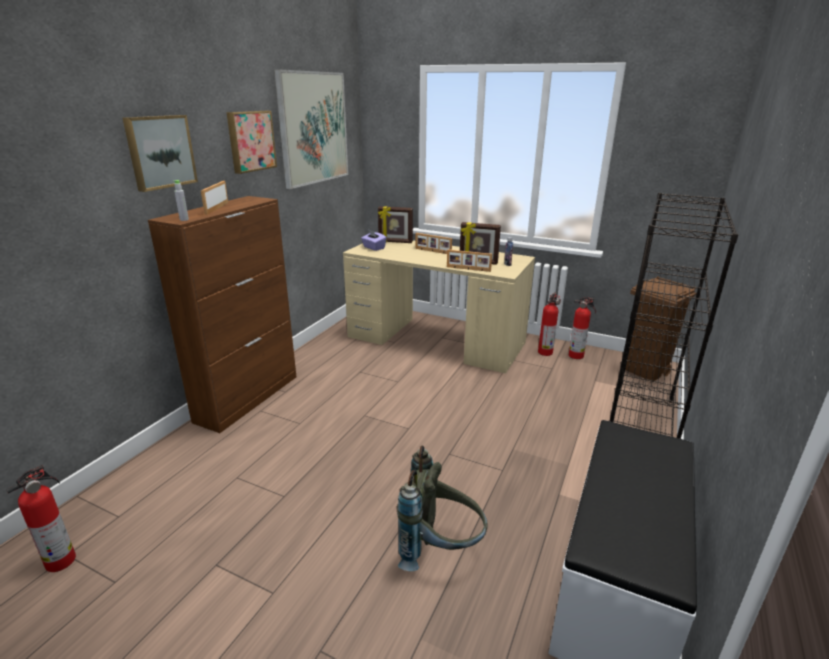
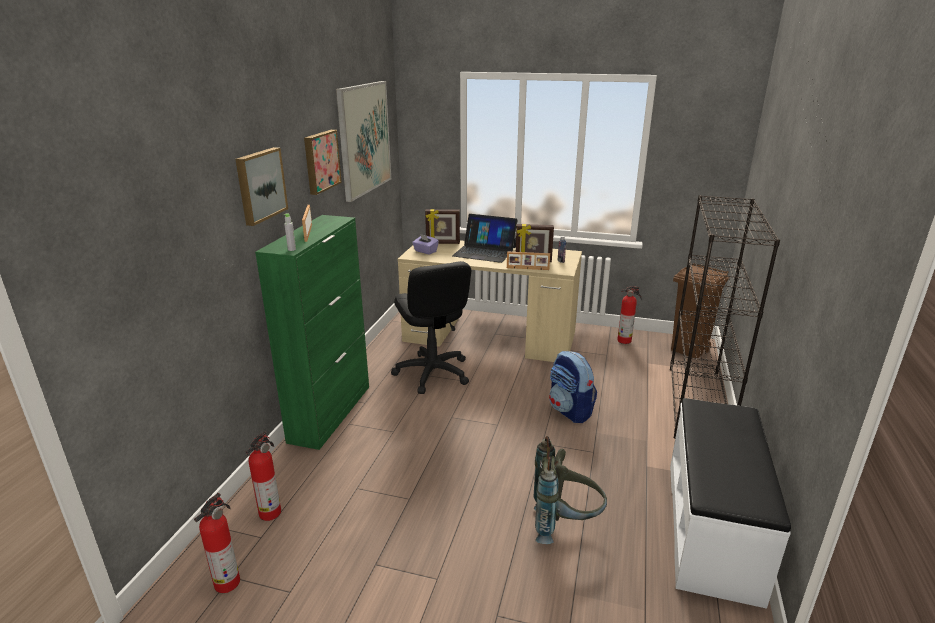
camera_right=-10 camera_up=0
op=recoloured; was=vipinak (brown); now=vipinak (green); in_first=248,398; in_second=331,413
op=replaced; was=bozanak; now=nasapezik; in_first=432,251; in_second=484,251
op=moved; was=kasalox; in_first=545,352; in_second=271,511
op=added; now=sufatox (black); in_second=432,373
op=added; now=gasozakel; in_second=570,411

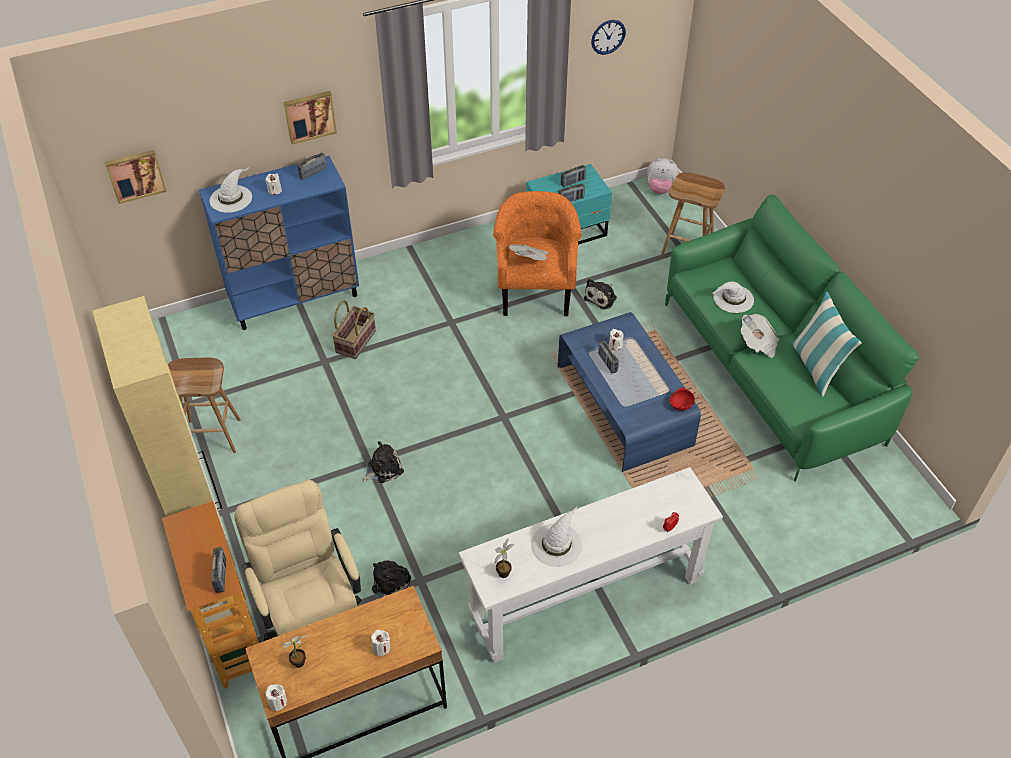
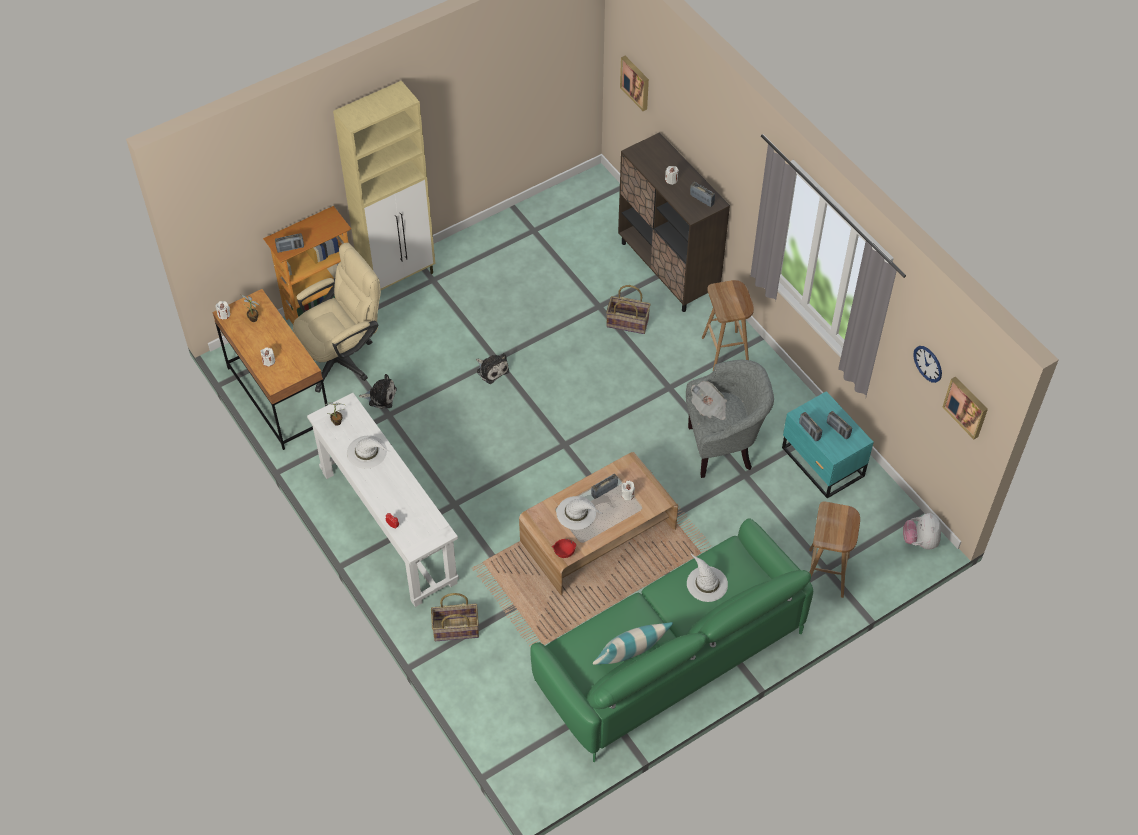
camera_right=80 camera_up=5
op=moved; was=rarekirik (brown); in_first=213,436; in_second=726,351
op=recoloured; was=vipinak (blue); now=vipinak (brown); in_first=295,298; in_second=668,269
op=moved; was=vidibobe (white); in_first=231,198; in_second=577,513
op=moved; was=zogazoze; in_first=309,116; in_second=966,406
op=recoloured; was=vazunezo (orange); now=vazunezo (grey); in_first=535,294; in_second=724,447
op=recoloured; was=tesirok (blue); now=tesirok (brown); in_first=624,405; in_second=598,535
op=removed; was=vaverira; in_first=601,297
op=removed; was=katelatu; in_first=758,343
op=added; now=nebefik; in_second=455,630

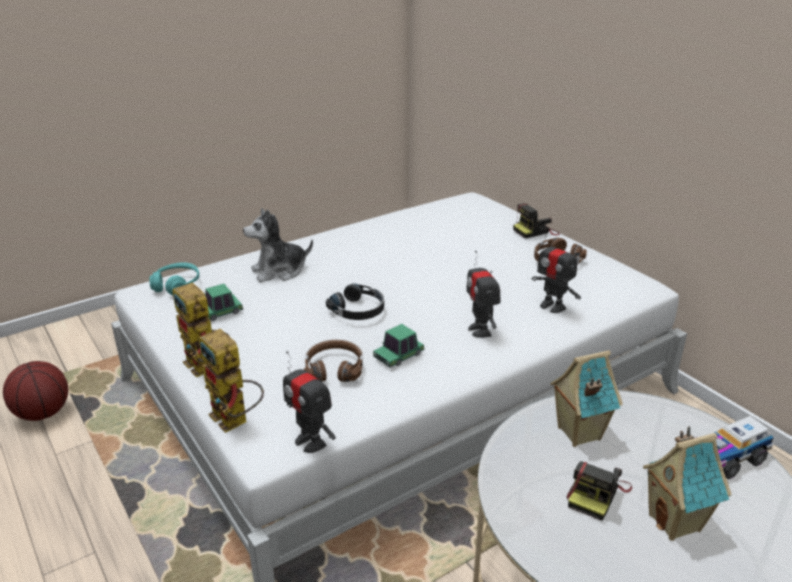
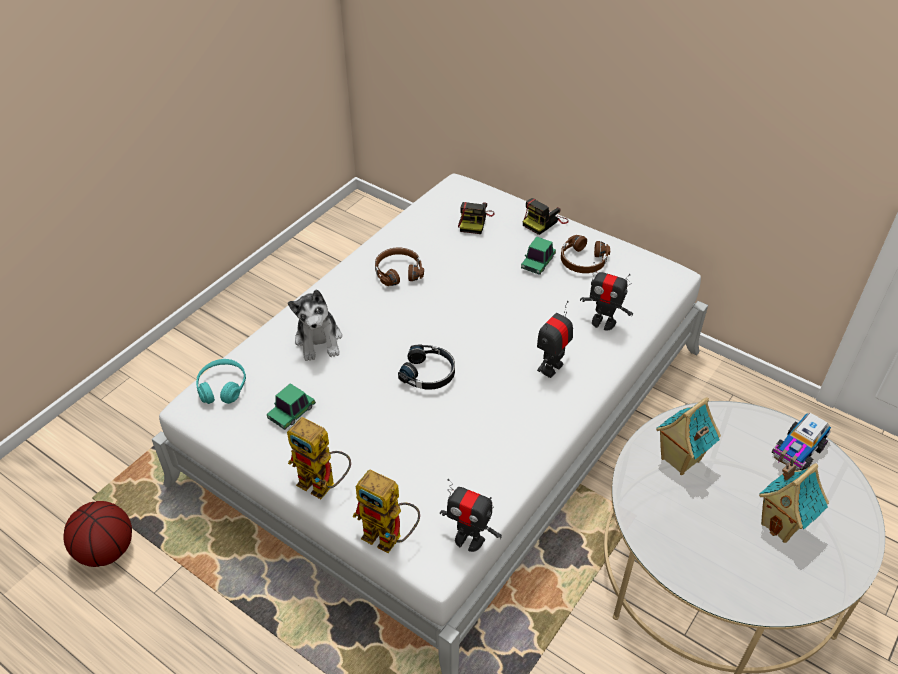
camera_right=-20 camera_up=15
op=turned; was=vaverira; in_first=279,271; in_second=319,340; clockwise=-60
op=moved; was=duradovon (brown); in_first=334,368; in_second=398,271
op=moved; was=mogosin; in_first=399,356; in_second=538,262
op=turned; was=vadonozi; in_first=480,330; in_second=551,368; clockwise=75
op=moved; was=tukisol; in_first=596,494; in_second=474,221

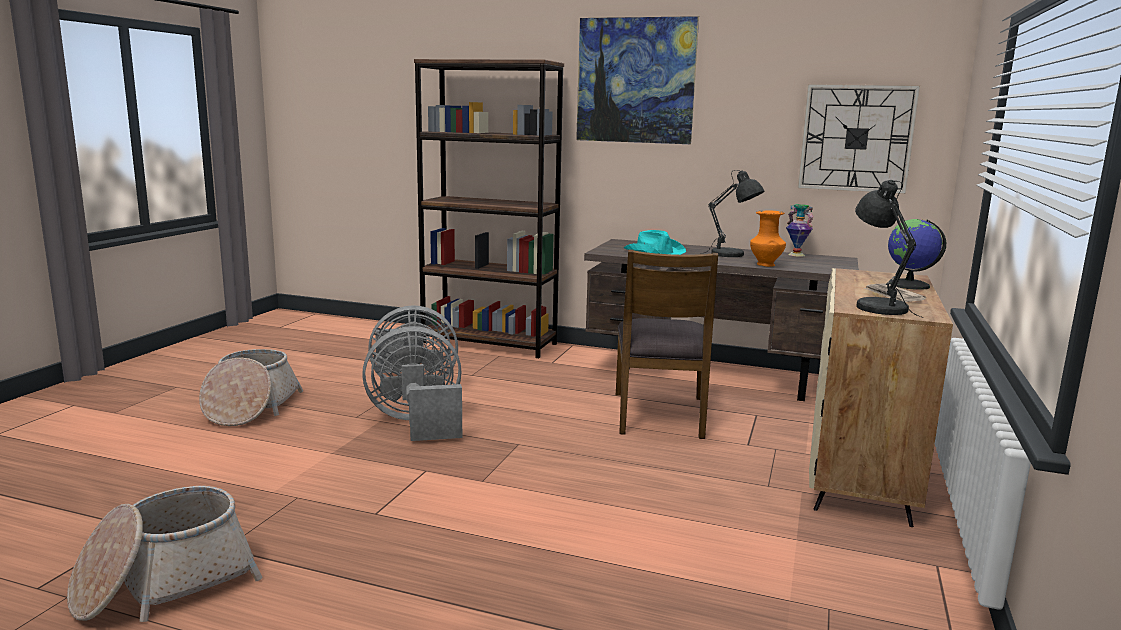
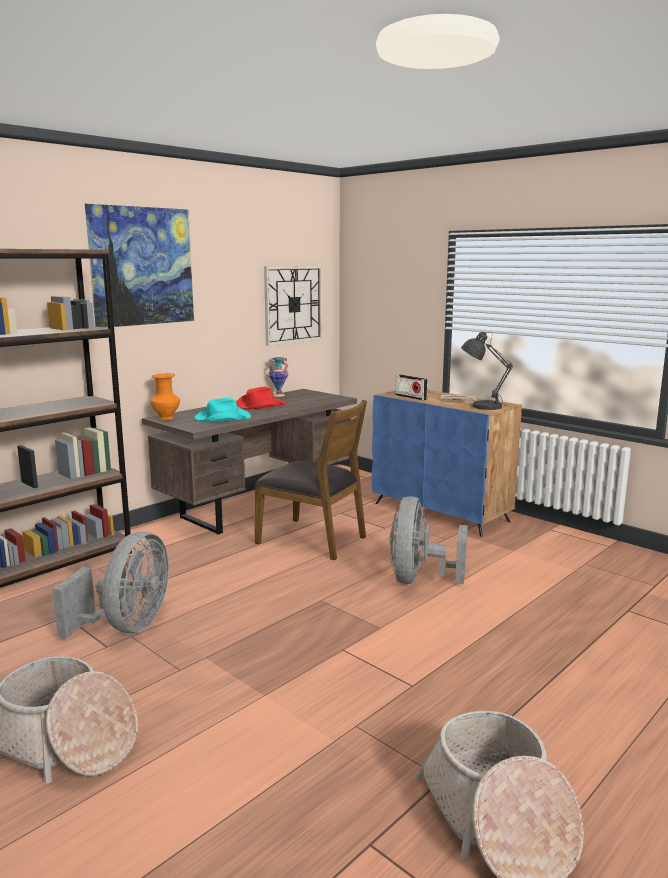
camera_right=-65 camera_up=0
op=moved; was=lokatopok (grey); in_first=417,423; in_second=419,579
op=replaced; was=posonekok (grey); now=vidibobe (red); in_first=731,255; in_second=259,405
op=moved; was=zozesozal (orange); in_first=766,265; in_second=166,418
op=recoloured; was=vipinak (beige); now=vipinak (blue); in_first=861,471; in_second=441,512
op=removed; was=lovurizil; in_first=909,285
op=added; now=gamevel; in_second=410,397

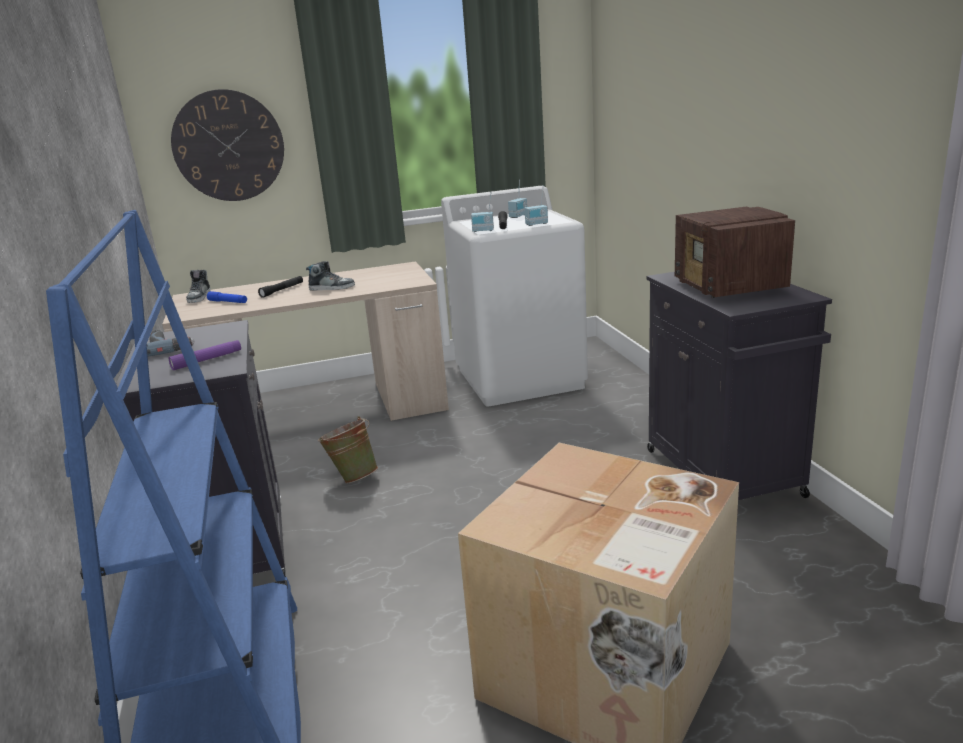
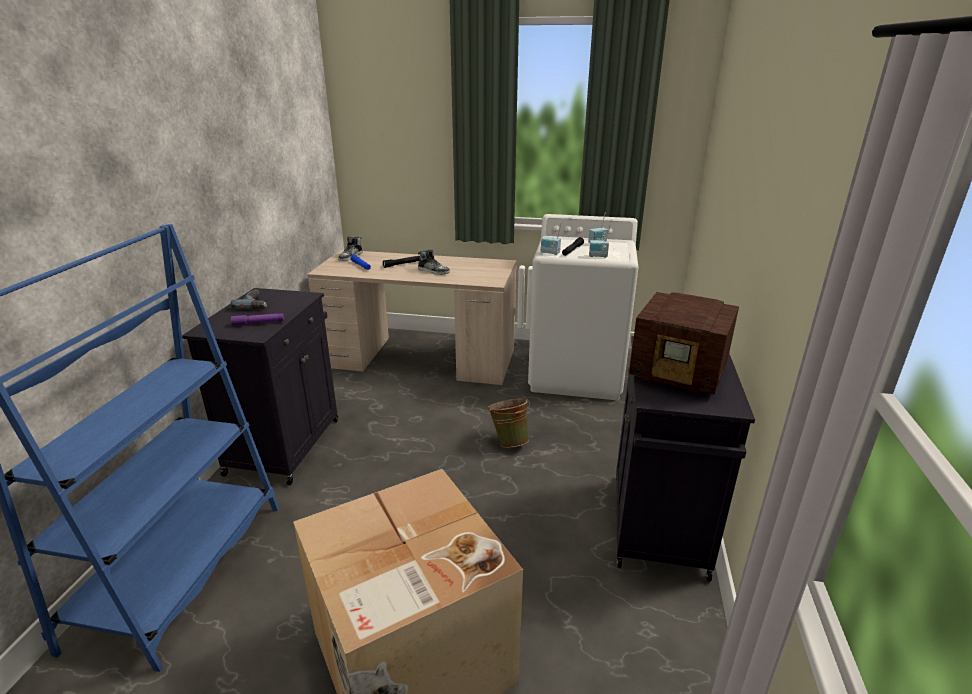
camera_right=25 camera_up=5
op=removed; was=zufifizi; in_first=228,146
op=moved; was=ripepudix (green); in_first=352,477; in_second=509,441
op=turned; was=gamevel; in_first=729,288; in_second=680,373; clockwise=-75

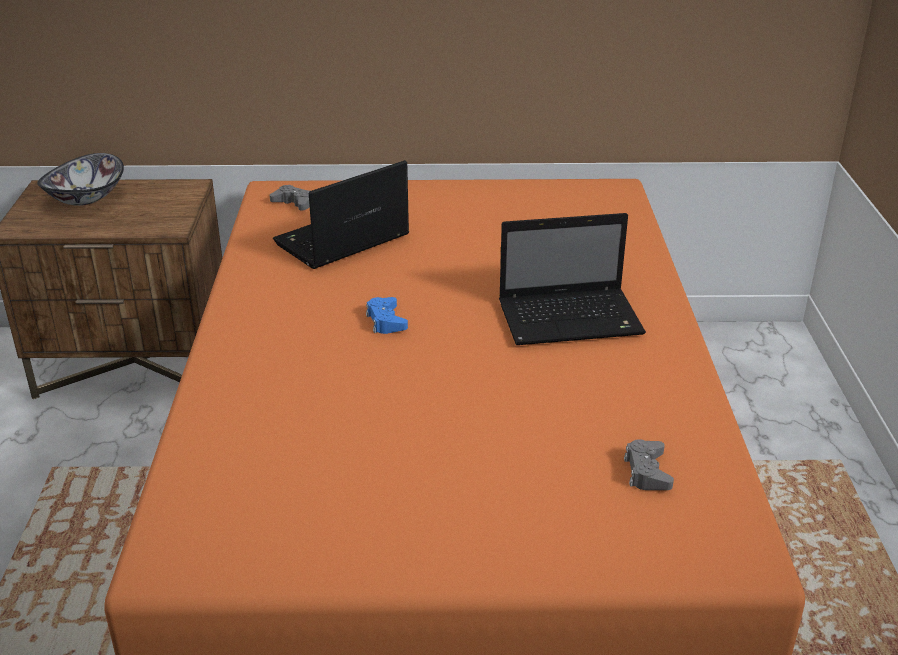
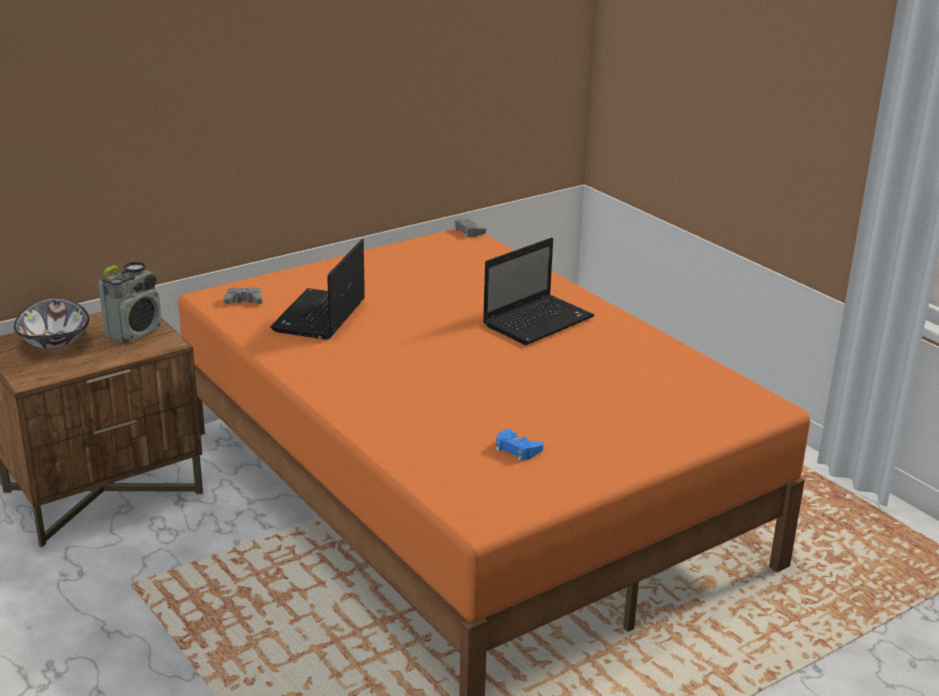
camera_right=-35 camera_up=-5
op=moved; was=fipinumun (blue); in_first=386,321; in_second=517,449
op=moved; was=fipinumun (grey); in_first=647,471; in_second=469,231
op=added; now=gamevel; in_second=134,332

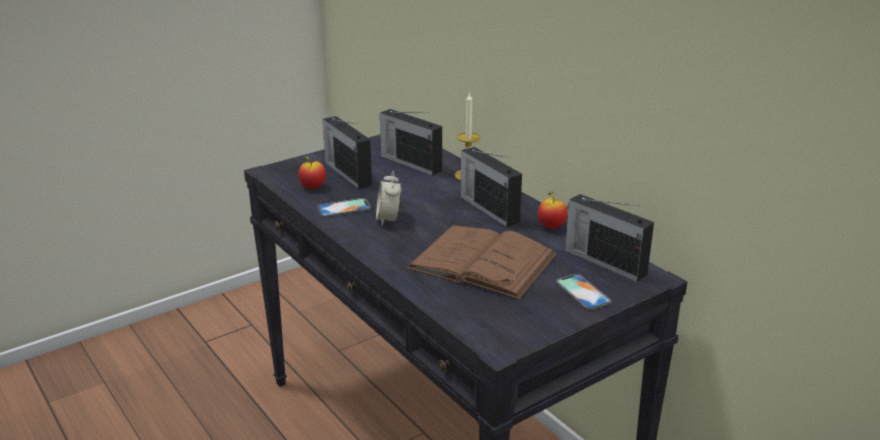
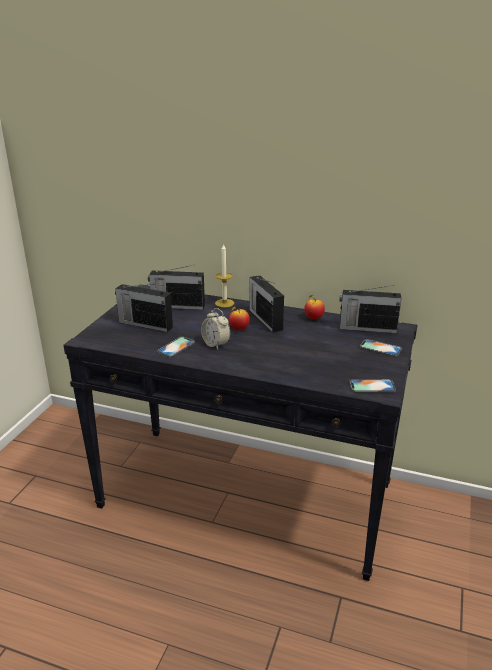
camera_right=-35 camera_up=0
op=moved; was=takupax; in_first=313,187; in_second=239,329
op=removed; was=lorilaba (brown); in_first=482,261
op=turned; was=gamevel; in_first=488,208; in_second=265,319; clockwise=45
op=added; now=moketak; in_second=372,386

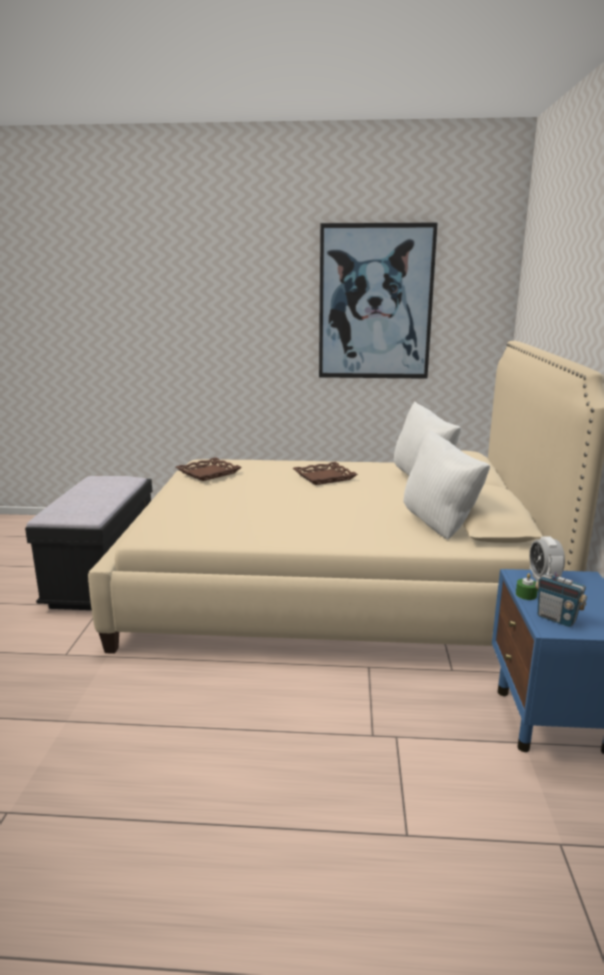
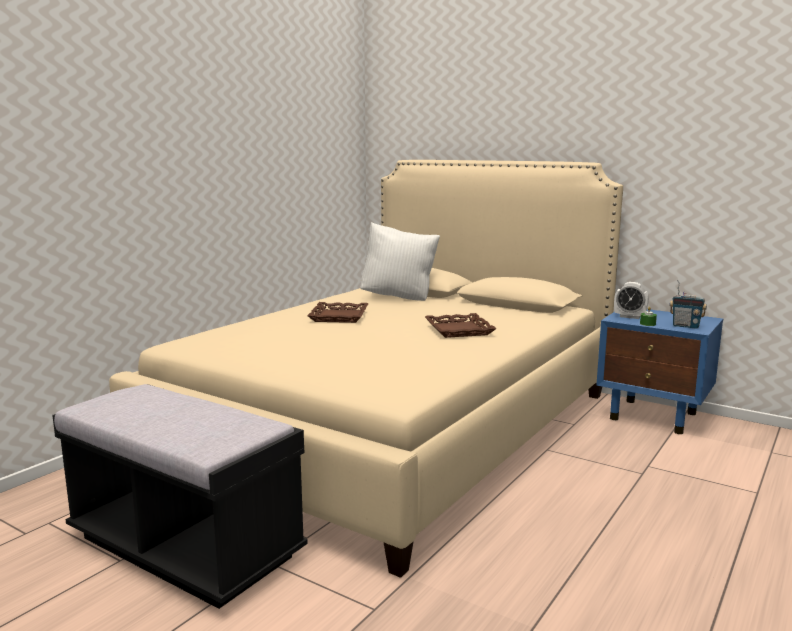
camera_right=-60 camera_up=-5
op=moved; was=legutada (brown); in_first=208,473; in_second=458,330
op=removed; was=zogazoze; in_first=375,303
op=removed; was=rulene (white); in_first=440,526
op=turned; was=gamevel; in_first=556,618; in_second=685,326; clockwise=45

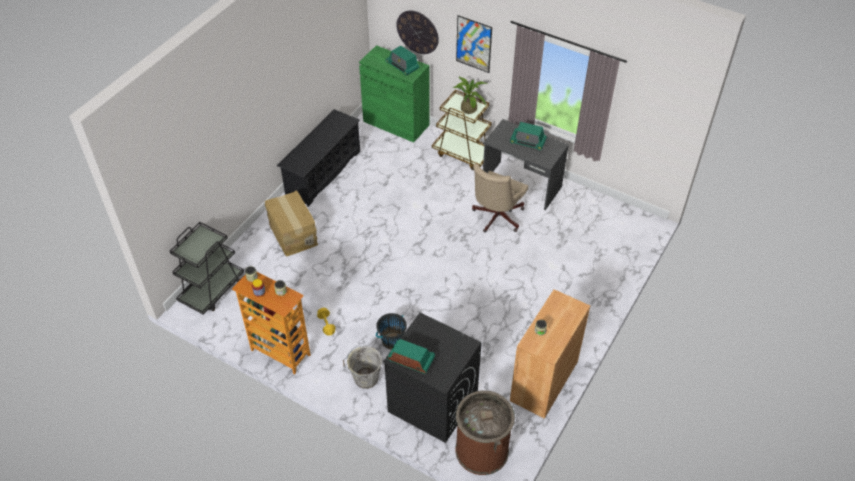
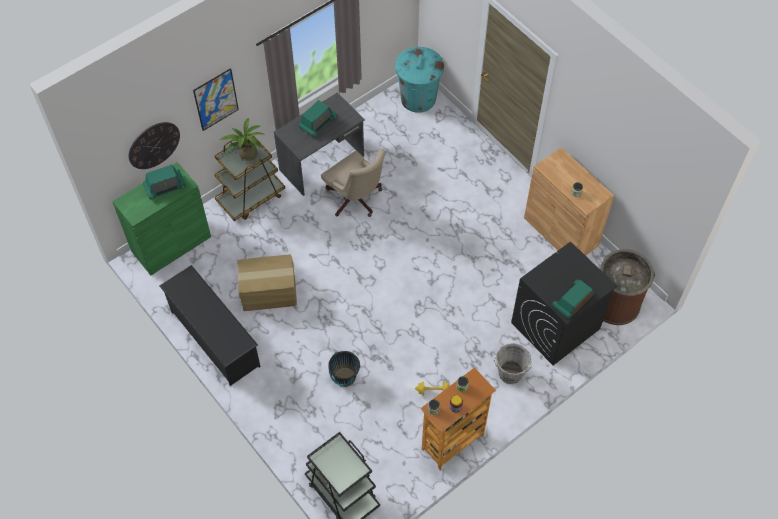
camera_right=-70 camera_up=10
op=moved; was=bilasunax; in_first=292,234; in_second=268,292
op=moved; was=ripepudix (black); in_first=392,341; in_second=344,377
op=added; now=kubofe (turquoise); in_second=418,98

